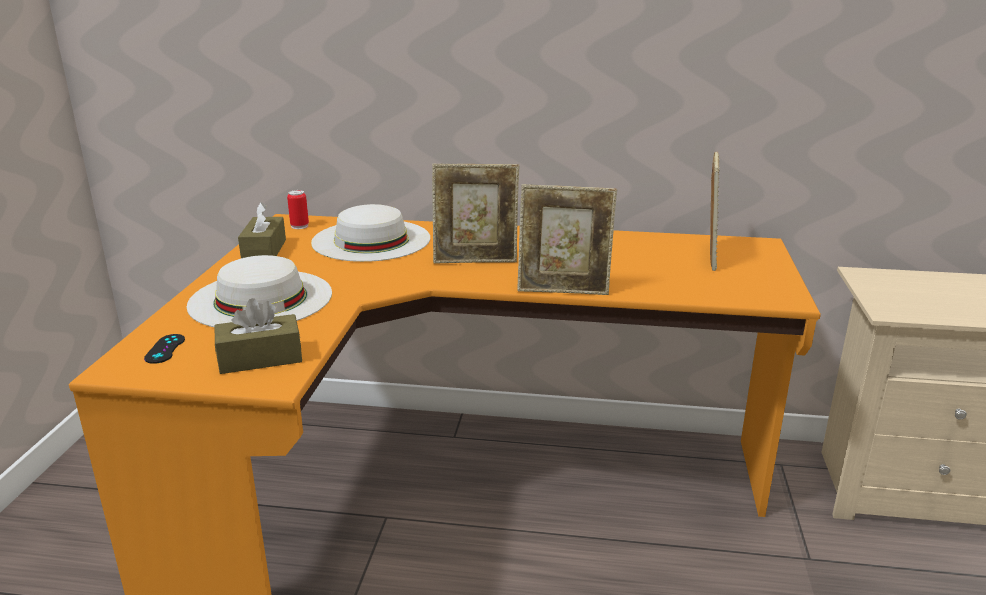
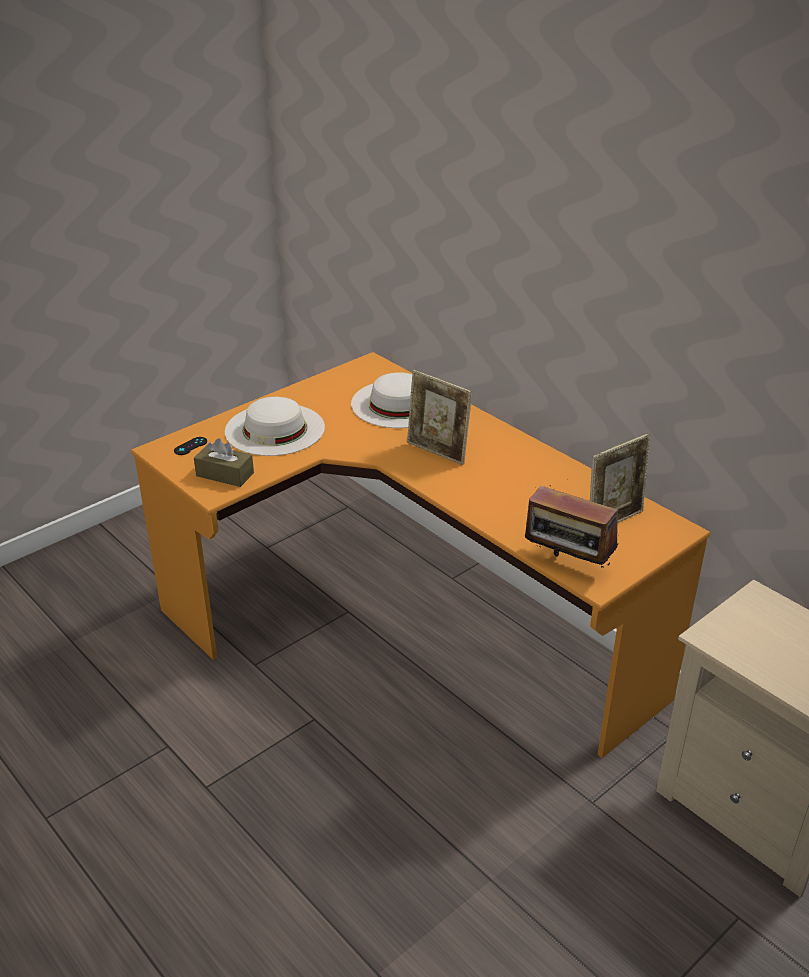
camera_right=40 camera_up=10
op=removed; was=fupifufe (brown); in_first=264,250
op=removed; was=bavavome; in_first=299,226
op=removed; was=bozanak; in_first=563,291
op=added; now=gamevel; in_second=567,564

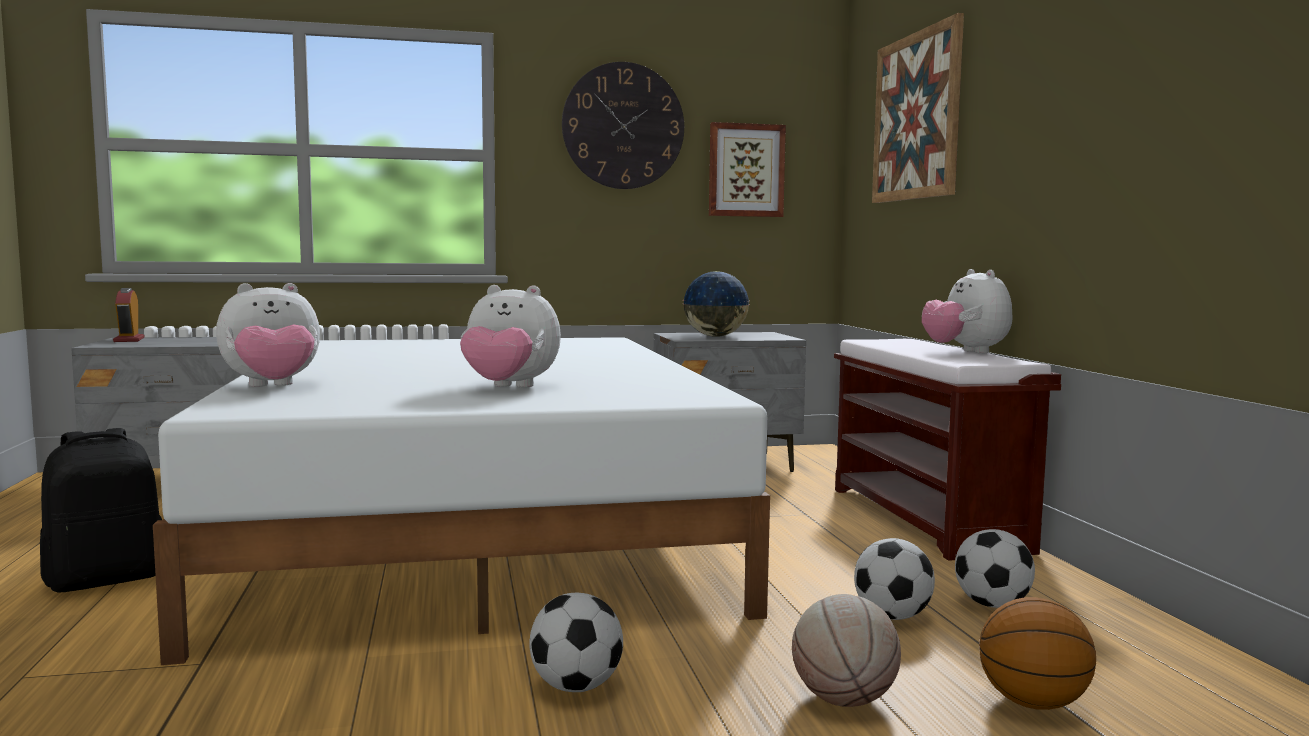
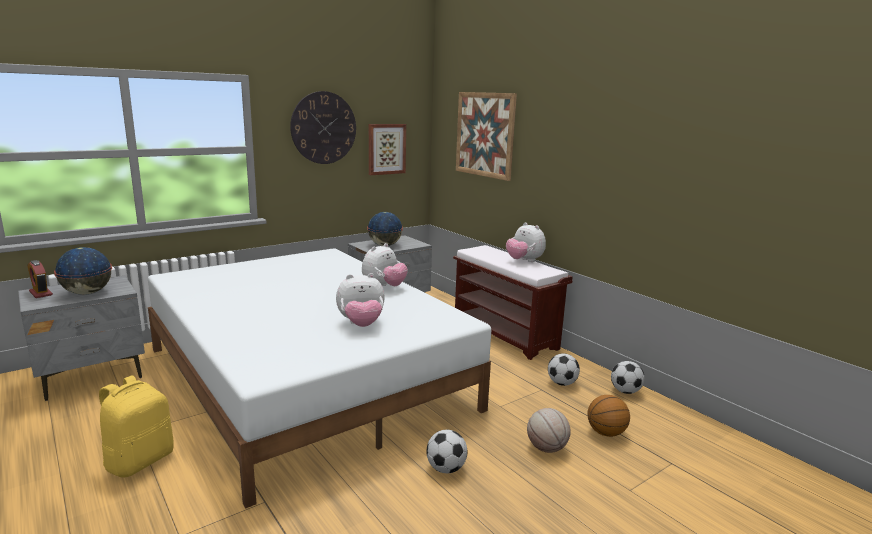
camera_right=-25 camera_up=10
op=recoloured; was=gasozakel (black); now=gasozakel (yellow); in_first=107,579; in_second=140,460
op=moved; was=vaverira; in_first=272,387; in_second=384,287
op=moved; was=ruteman; in_first=893,616; in_second=625,391
op=added; now=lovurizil; in_second=87,293

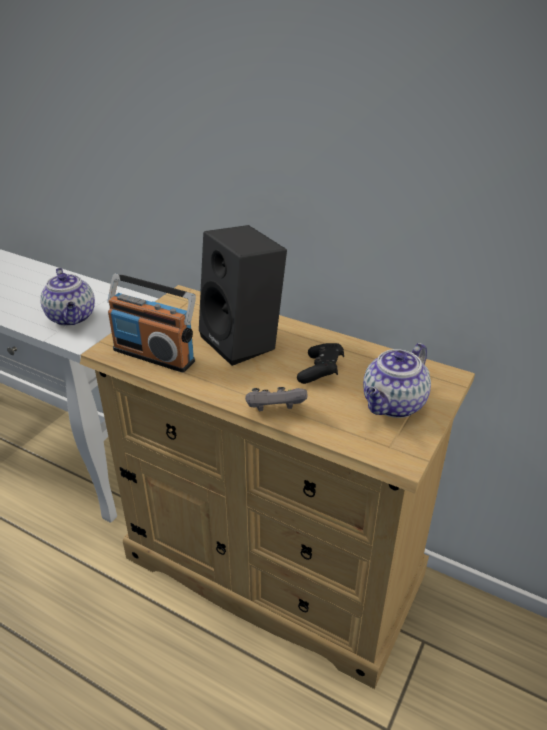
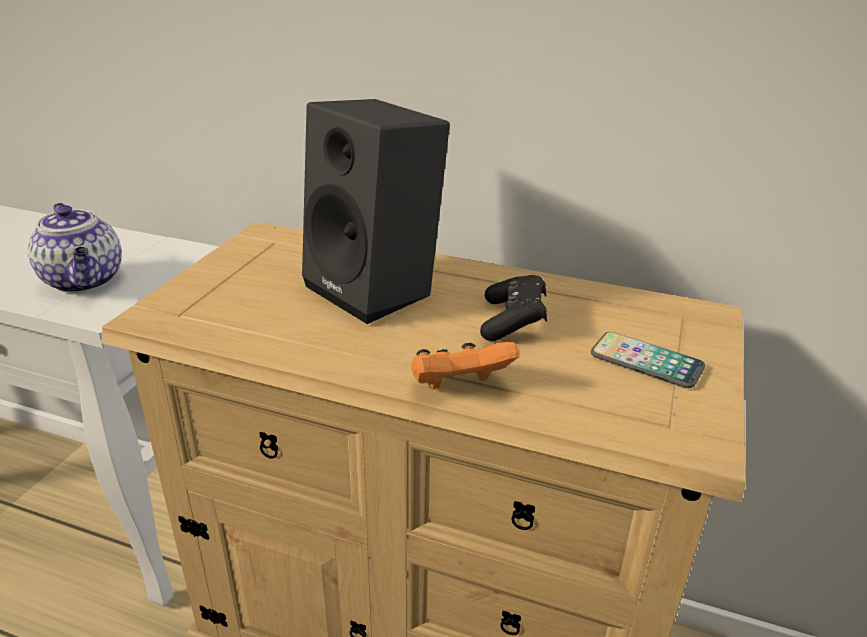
camera_right=-10 camera_up=-5
op=removed; was=gamevel; in_first=154,355
op=recoloured; was=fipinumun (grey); now=fipinumun (orange); in_first=275,411; in_second=459,386
op=replaced; was=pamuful; now=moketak; in_first=393,405; in_second=646,361

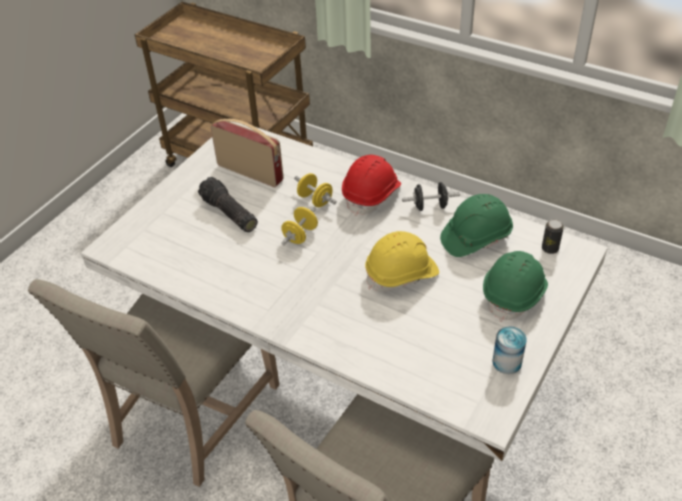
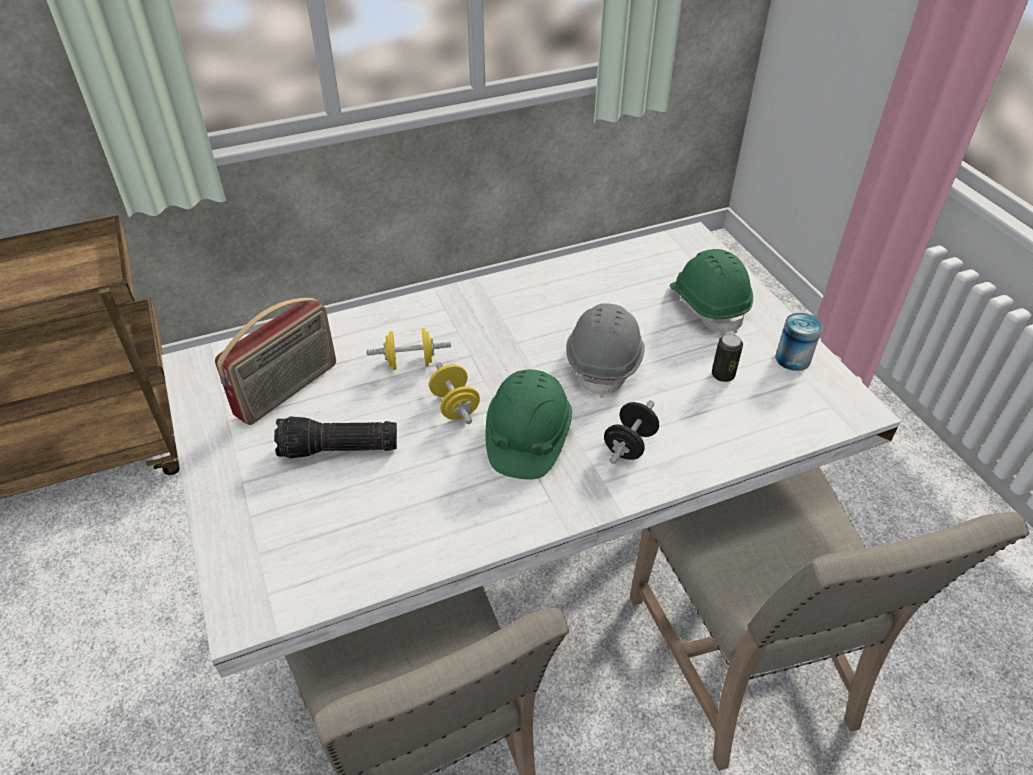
camera_right=-55 camera_up=0
op=turned; was=gamevel; in_first=251,172; in_second=288,390; clockwise=150
op=removed; was=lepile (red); in_first=372,195
op=recoloured; was=lepile (yellow); now=lepile (grey); in_first=402,274; in_second=605,361
op=moved; was=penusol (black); in_first=430,206; in_second=629,445
op=moved; was=lepile (green); in_first=475,237; in_second=527,438
op=moved; was=bavavome; in_first=550,248; in_second=723,375

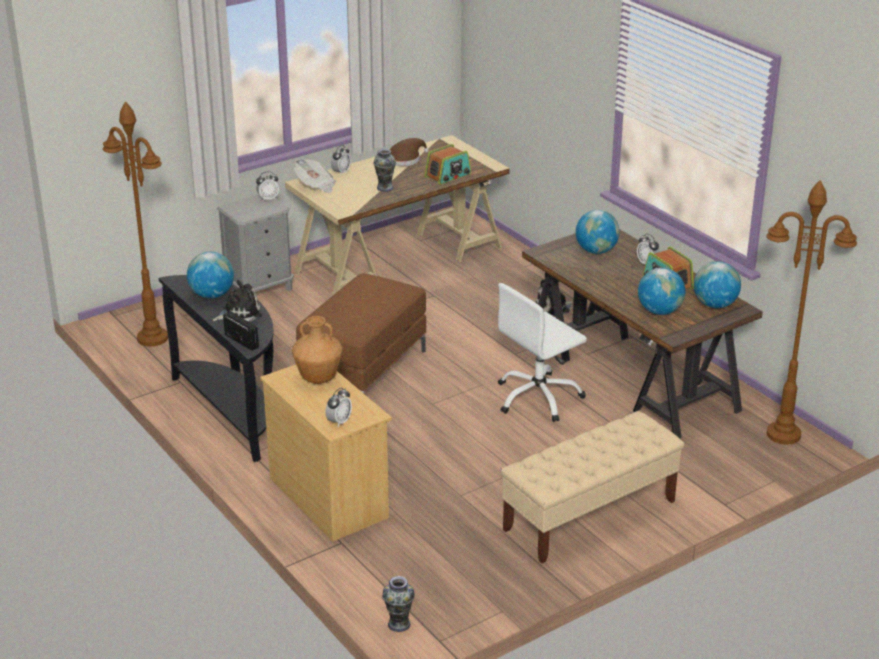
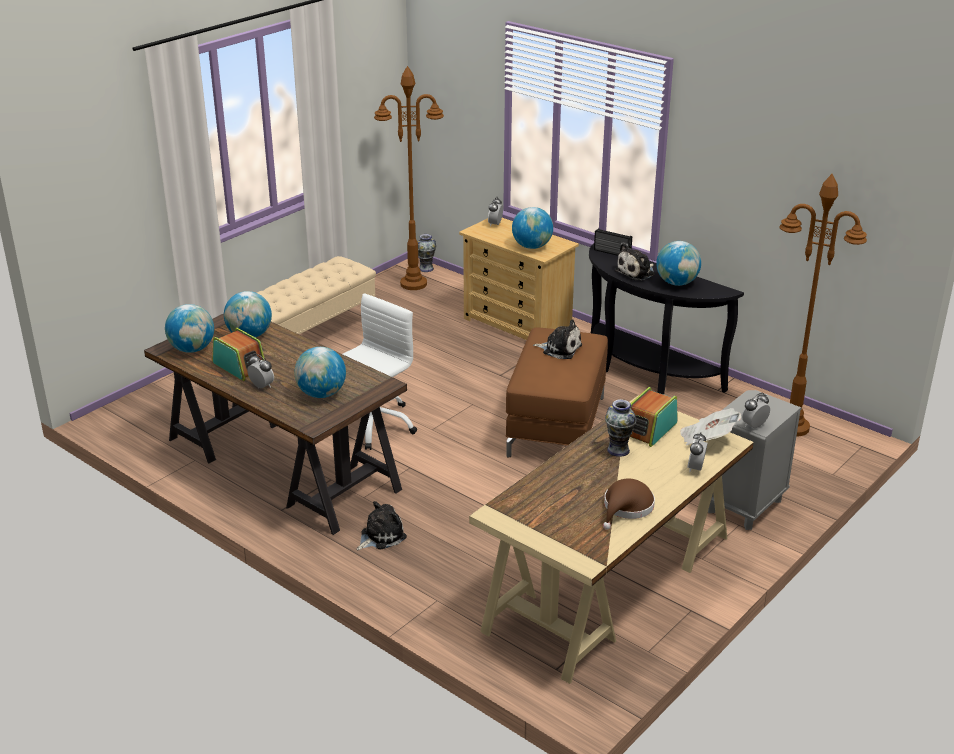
camera_right=165 camera_up=0
op=replaced; was=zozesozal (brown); now=lovurizil; in_first=318,379; in_second=532,246
op=moved; was=gamevel; in_first=448,175; in_second=649,429
op=moved; was=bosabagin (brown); in_first=783,434; in_second=414,284
op=added; now=vaverira; in_second=560,349

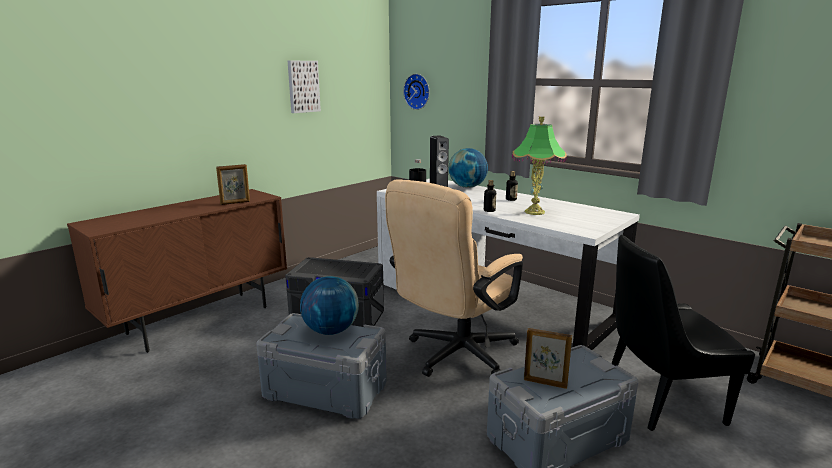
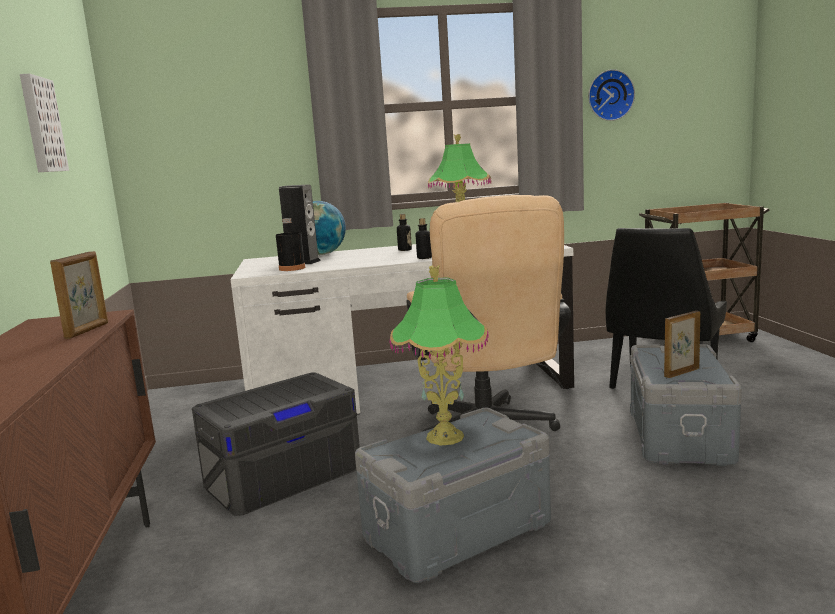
camera_right=-50 camera_up=-5
op=replaced; was=lovurizil; now=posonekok; in_first=331,331; in_second=445,437
op=moved; was=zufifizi; in_first=418,91; in_second=609,95

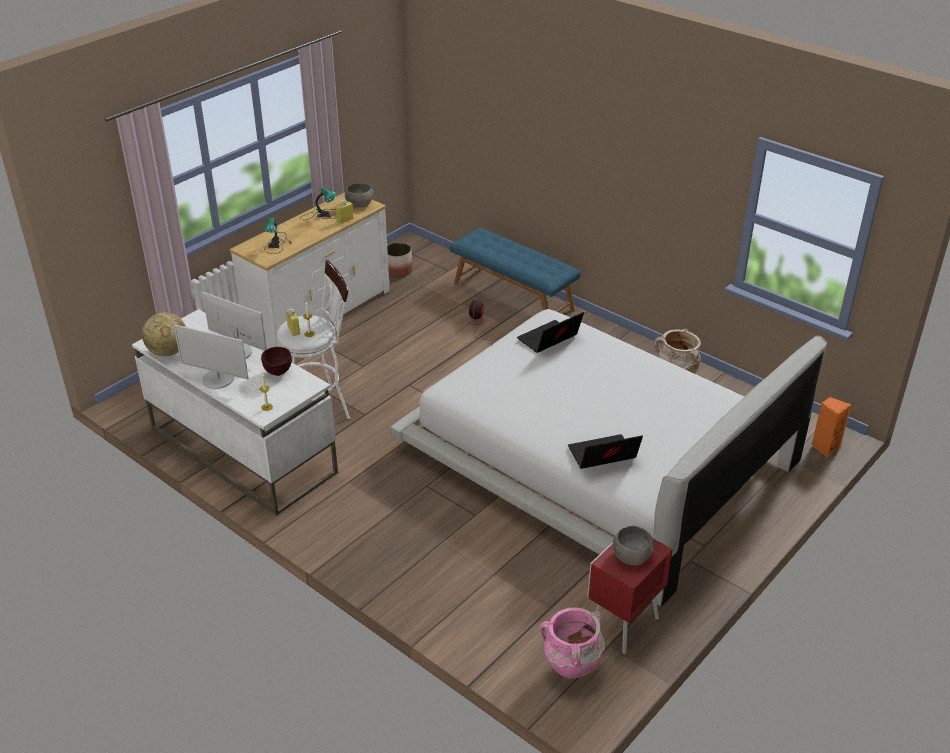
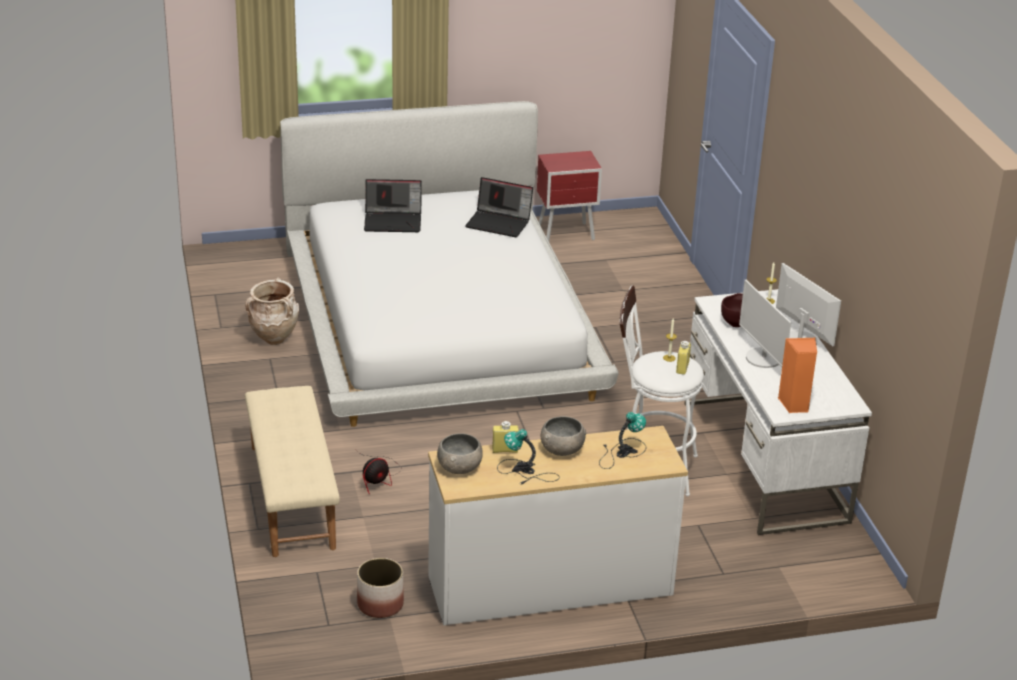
camera_right=-145 camera_up=-5
op=removed; was=lovurizil; in_first=168,352
op=recoloured; was=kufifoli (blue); now=kufifoli (beige); in_first=513,296; in_second=291,496
op=moved; was=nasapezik; in_first=548,340; in_second=393,221
op=removed; was=zozesozal (pink); in_first=571,671
op=moved; was=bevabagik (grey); in_first=631,556; in_second=562,449
op=moved; was=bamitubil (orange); in_first=825,447; in_second=794,404

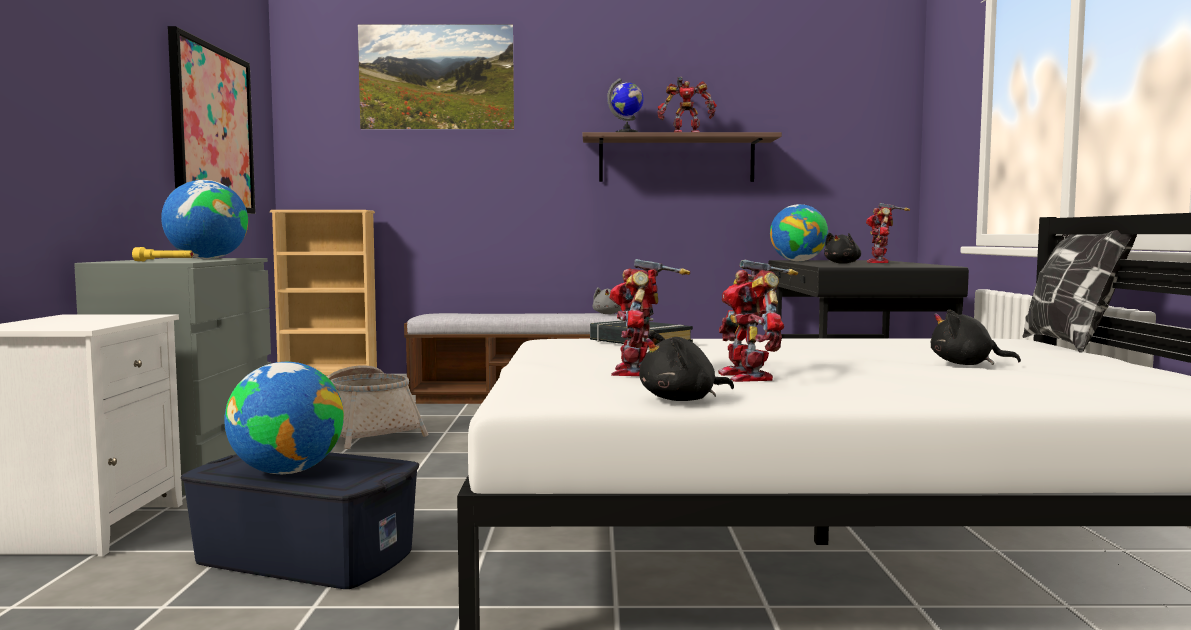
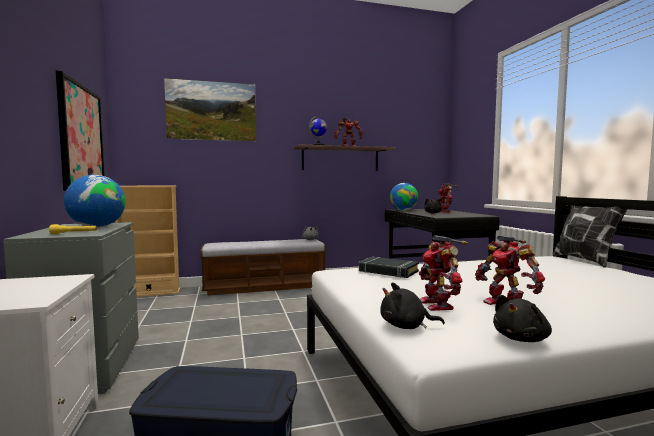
camera_right=-15 camera_up=0
op=removed; was=lovurizil; in_first=286,472
op=removed; was=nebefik; in_first=364,432
op=moved; was=vaverira (black); in_first=966,364; in_second=406,326

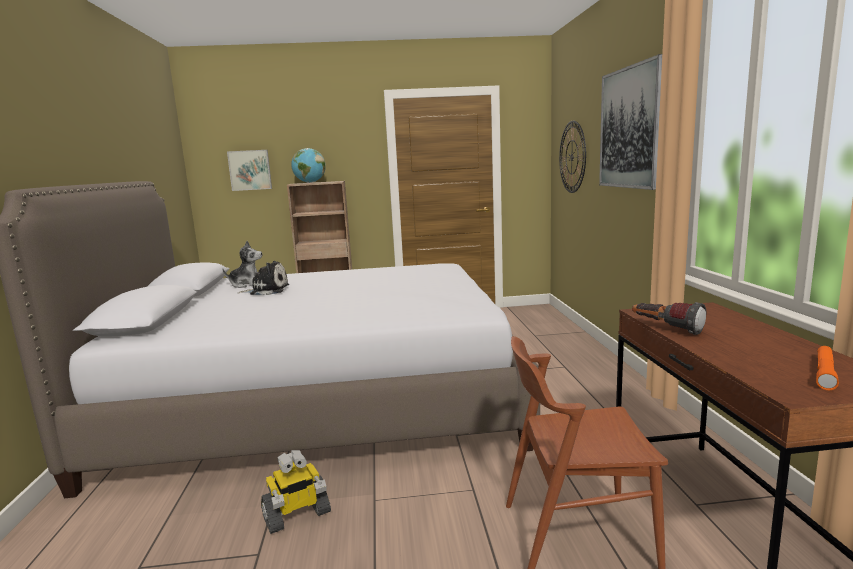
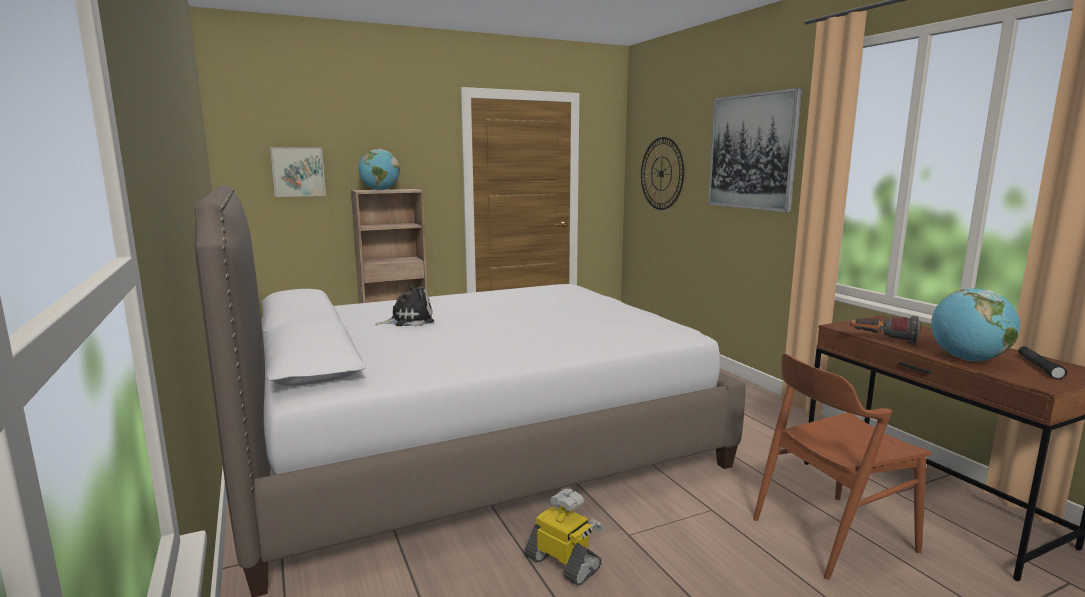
camera_right=-20 camera_up=0
op=removed; was=vaverira; in_first=247,284
op=turned; was=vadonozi; in_first=296,515; in_second=564,563; clockwise=-90
op=recoloured; was=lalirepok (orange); now=lalirepok (black); in_first=825,373; in_second=1039,367
op=added; now=lovurizil; in_second=968,360

